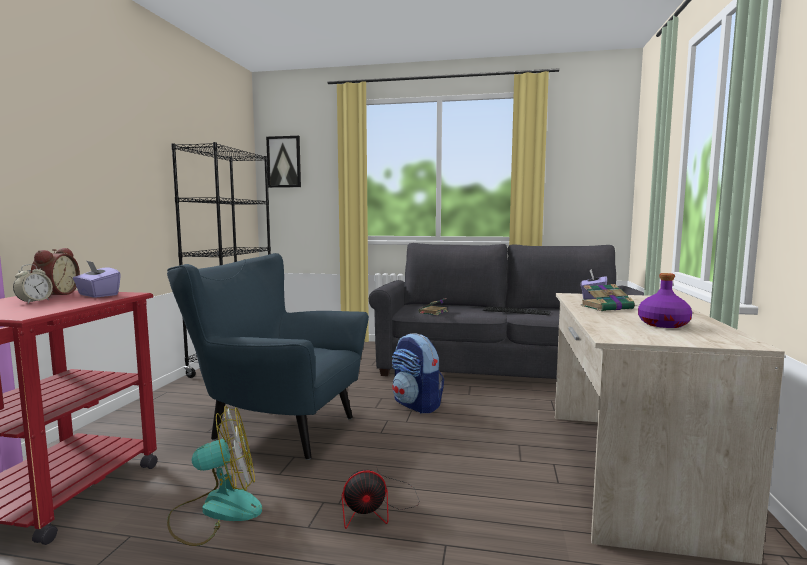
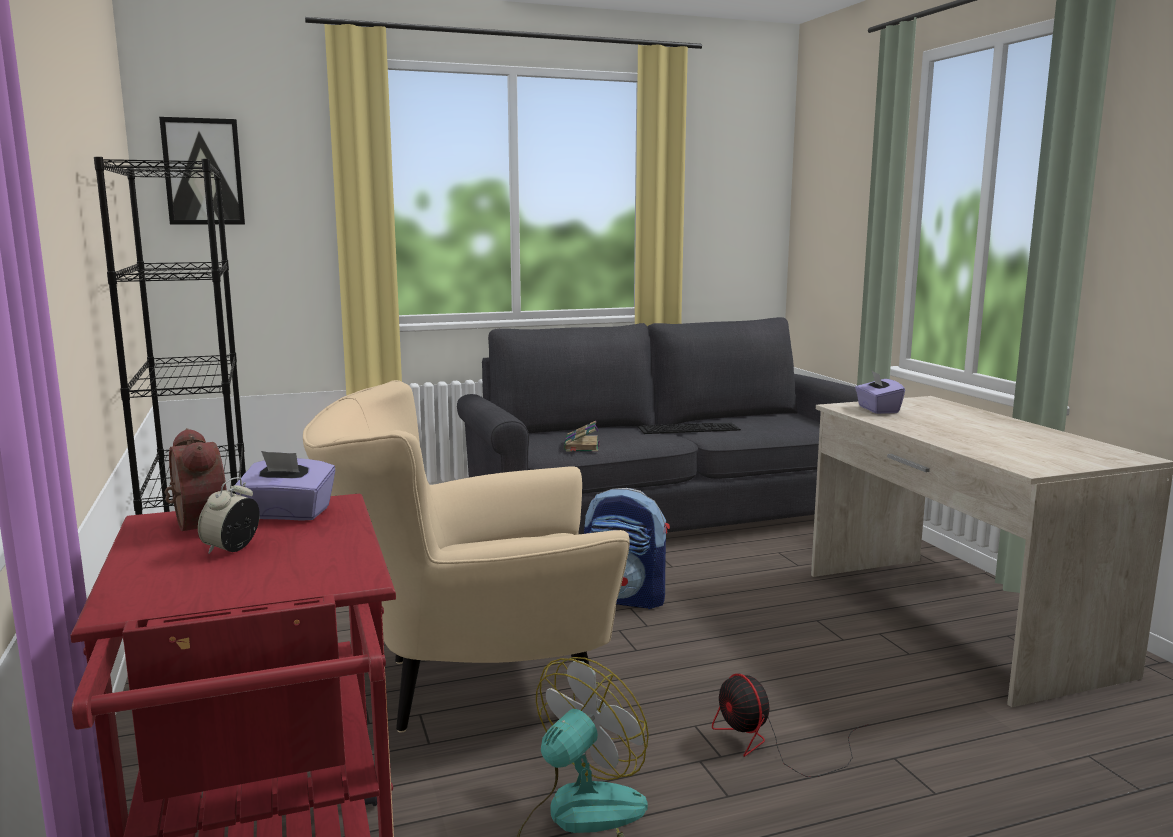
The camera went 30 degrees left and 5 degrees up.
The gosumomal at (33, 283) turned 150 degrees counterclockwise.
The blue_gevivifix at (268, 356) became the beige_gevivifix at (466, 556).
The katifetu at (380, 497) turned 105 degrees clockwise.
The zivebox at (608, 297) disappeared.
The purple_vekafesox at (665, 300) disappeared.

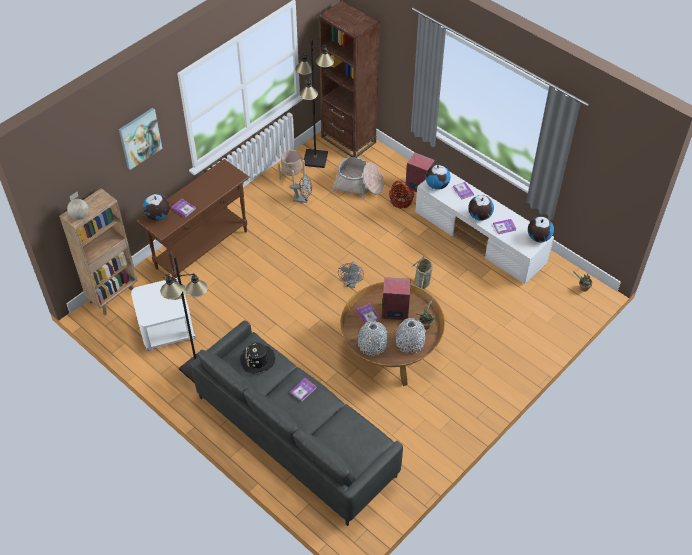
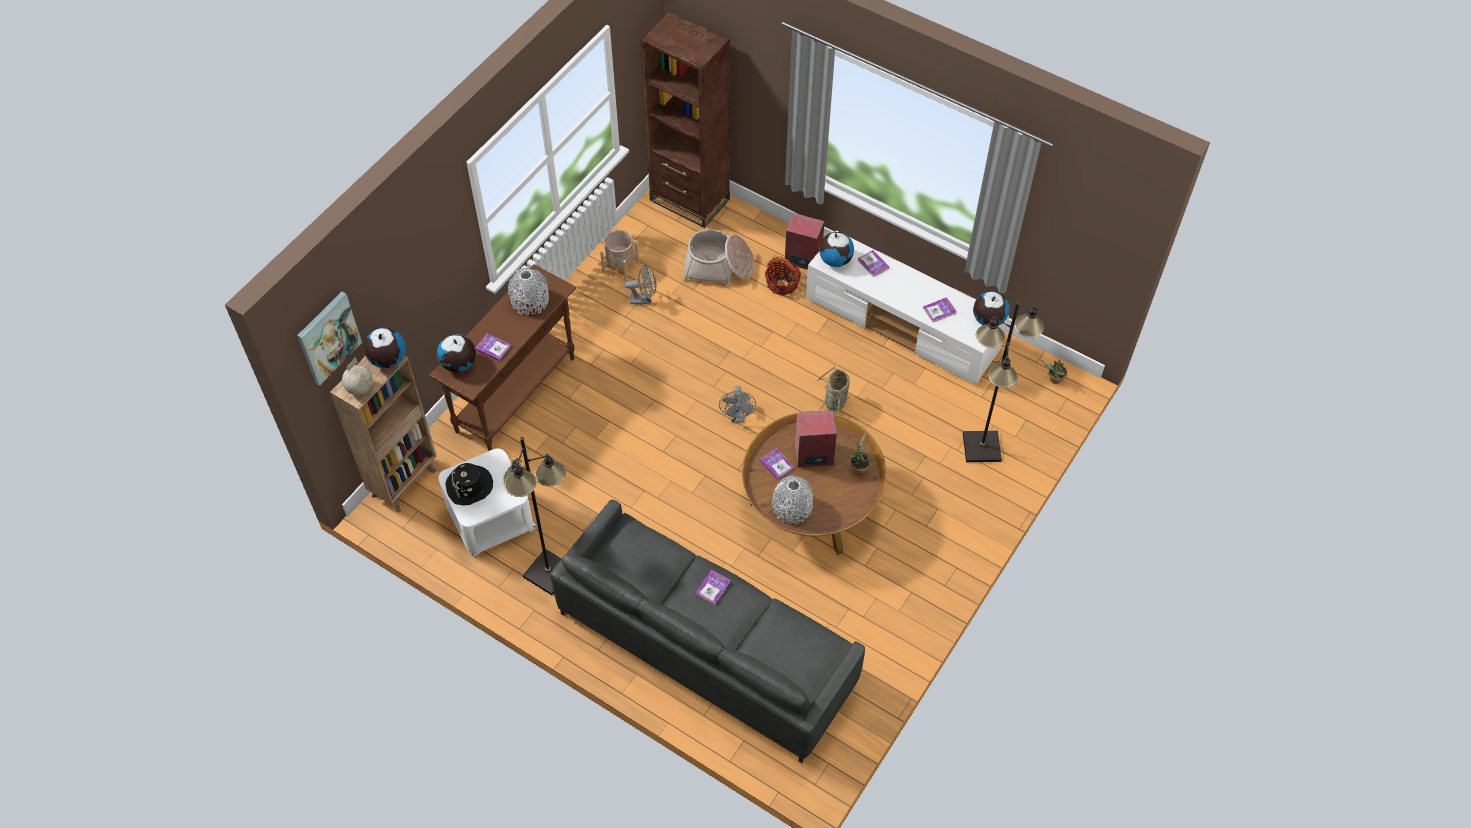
The camera went 10 degrees left and 5 degrees up.
The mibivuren moved from (140, 139) to (329, 339).
The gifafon moved from (481, 208) to (385, 348).
The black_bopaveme moved from (258, 357) to (469, 484).
The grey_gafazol moved from (411, 336) to (528, 291).
The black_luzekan moved from (314, 103) to (1003, 382).

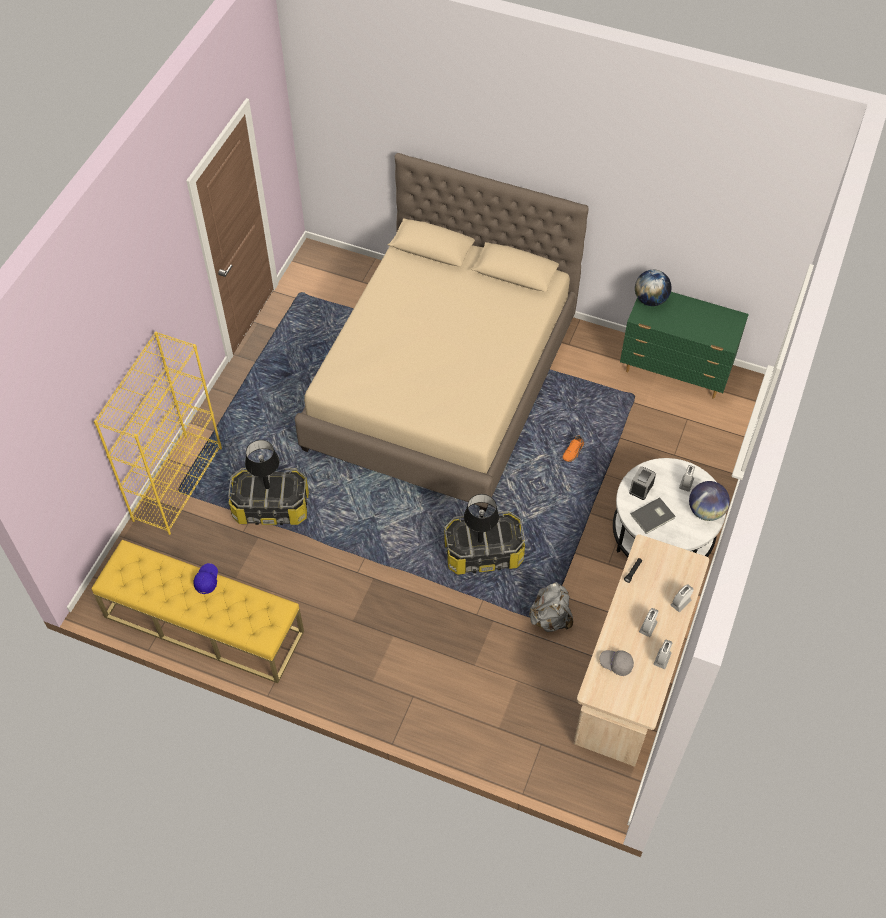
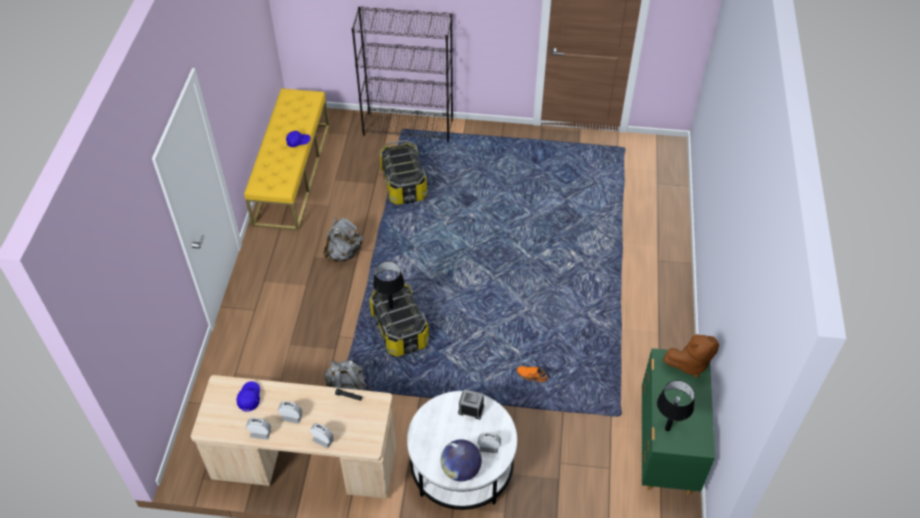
The camera went 75 degrees right and 5 degrees down.
The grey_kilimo at (617, 663) became the blue_kilimo at (248, 396).
The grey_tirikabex at (343, 239) appeared.
The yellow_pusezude at (158, 433) became the black_pusezude at (402, 74).
The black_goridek moved from (262, 464) to (676, 405).
The gifafon at (653, 288) was replaced by the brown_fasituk at (691, 356).
The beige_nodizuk at (442, 332) disappeared.
The grey_zivebox at (653, 516) disappeared.

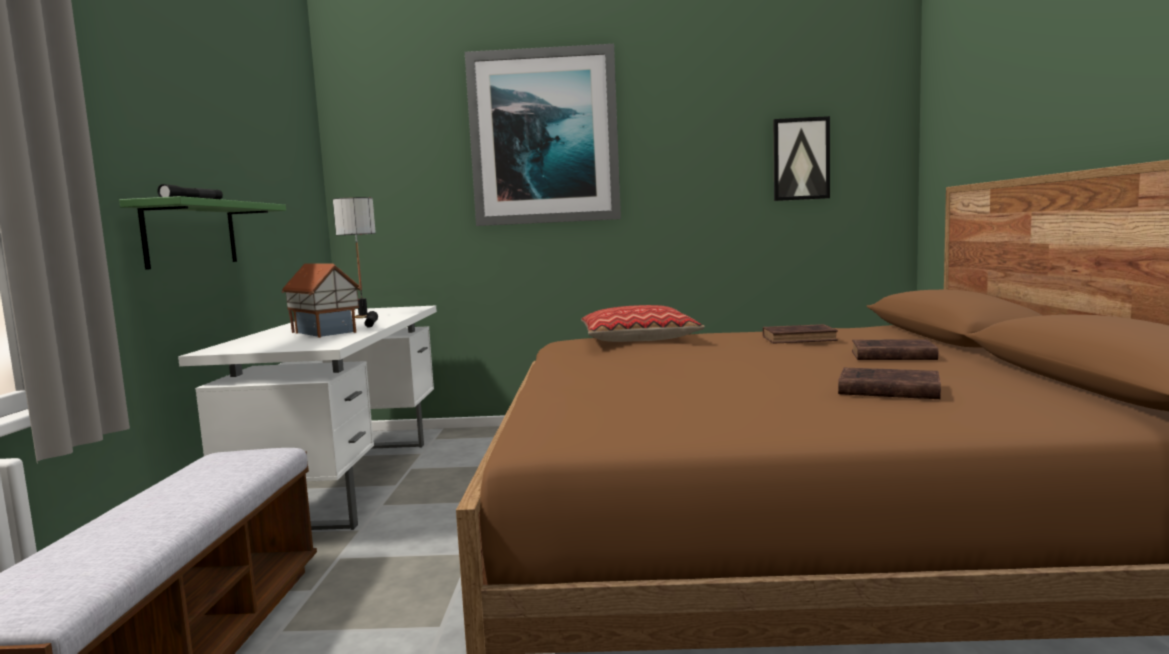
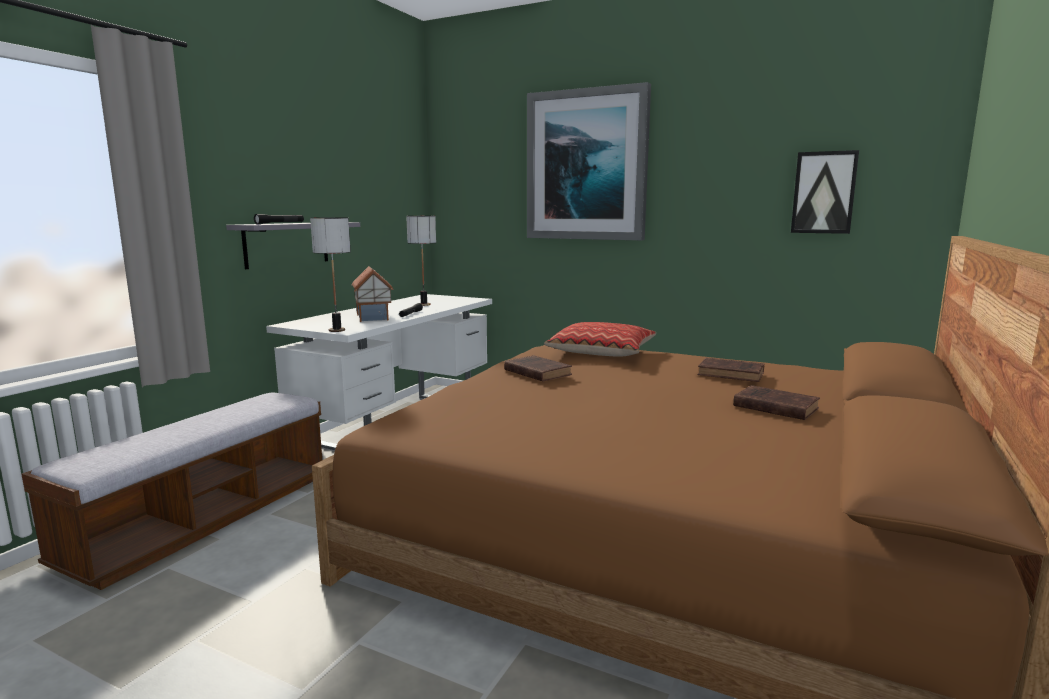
The camera went 25 degrees right and 5 degrees up.
The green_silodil at (202, 233) became the grey_silodil at (293, 245).
The goridek at (330, 274) appeared.
The brown_zivebox moved from (889, 383) to (538, 368).

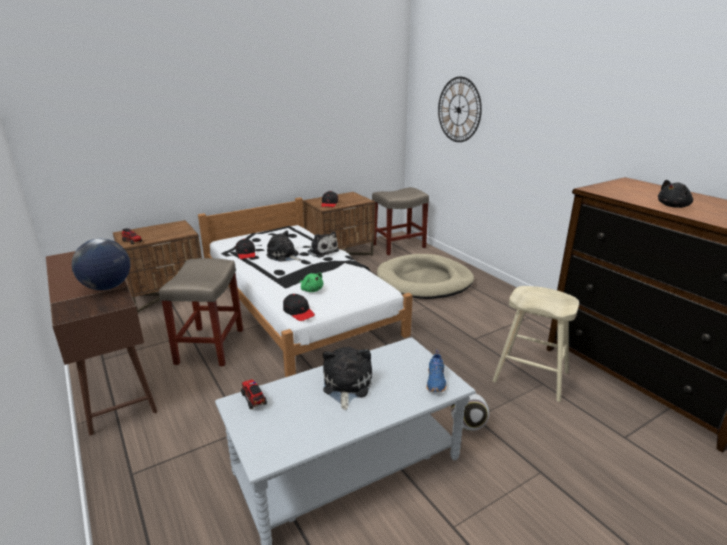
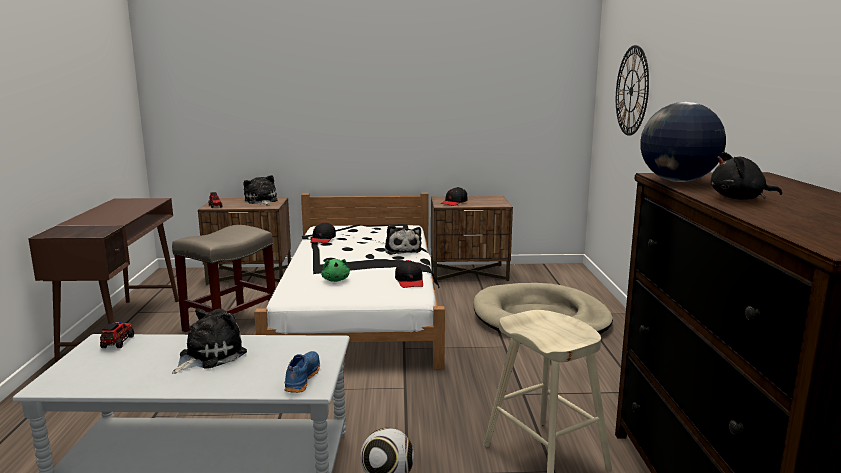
The camera went 30 degrees right and 10 degrees down.
The fasituk moved from (284, 246) to (260, 190).
The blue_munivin at (436, 371) turned 150 degrees clockwise.
The black_kilimo moved from (299, 307) to (409, 274).
The gifafon moved from (101, 264) to (683, 142).
The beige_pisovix at (400, 221) disappeared.

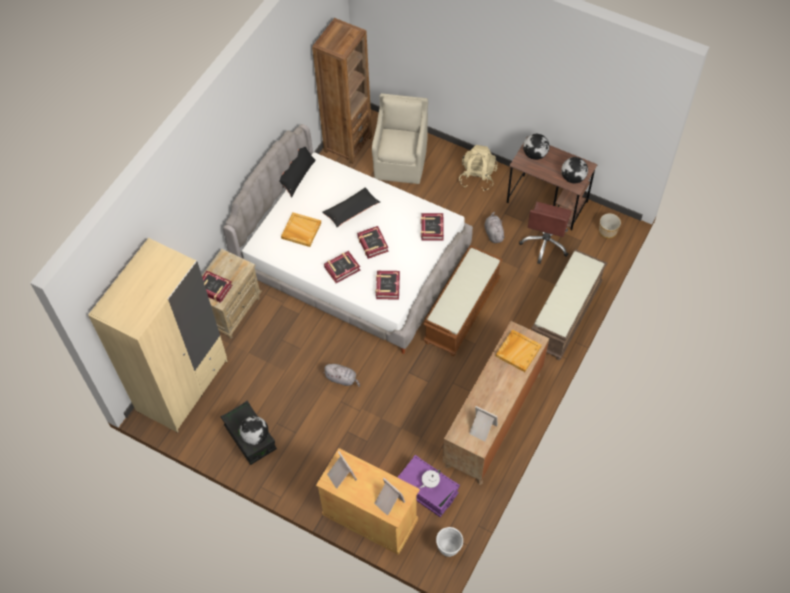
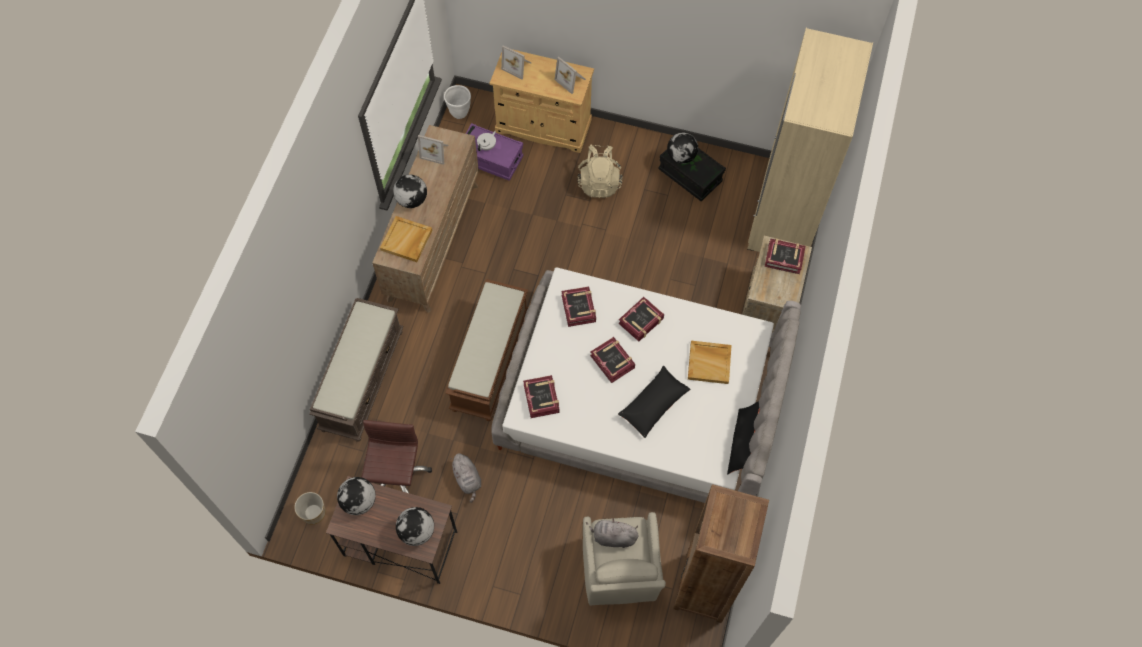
The camera went 165 degrees right and 5 degrees up.
The gifafon at (410, 191) appeared.
The beige_tirikabex moved from (478, 168) to (600, 171).
The grey_fasituk moved from (341, 375) to (612, 533).

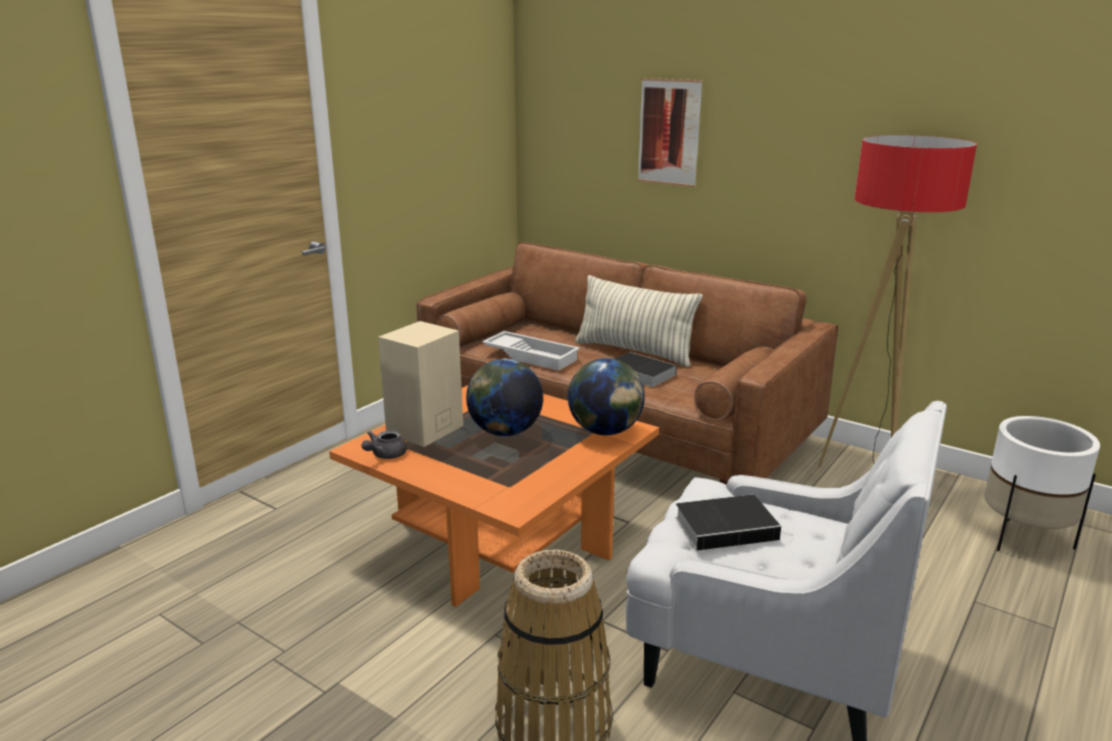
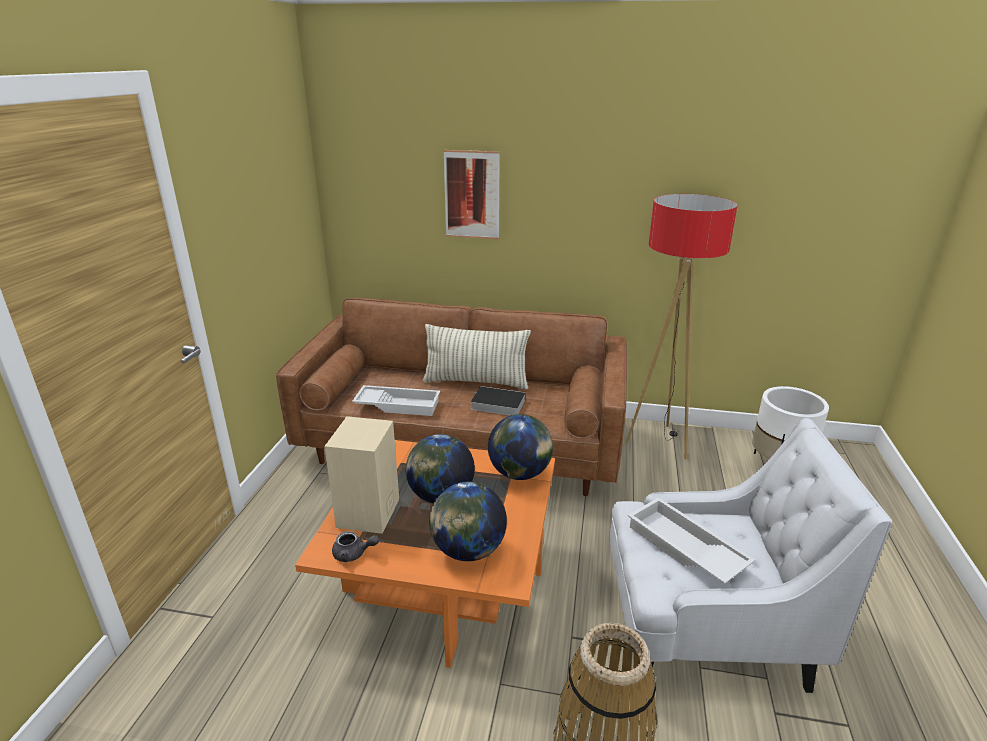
The camera went 25 degrees left and 5 degrees up.
The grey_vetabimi at (384, 444) turned 90 degrees counterclockwise.
The gifafon at (468, 521) appeared.
The zivebox at (734, 523) was replaced by the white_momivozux at (691, 541).

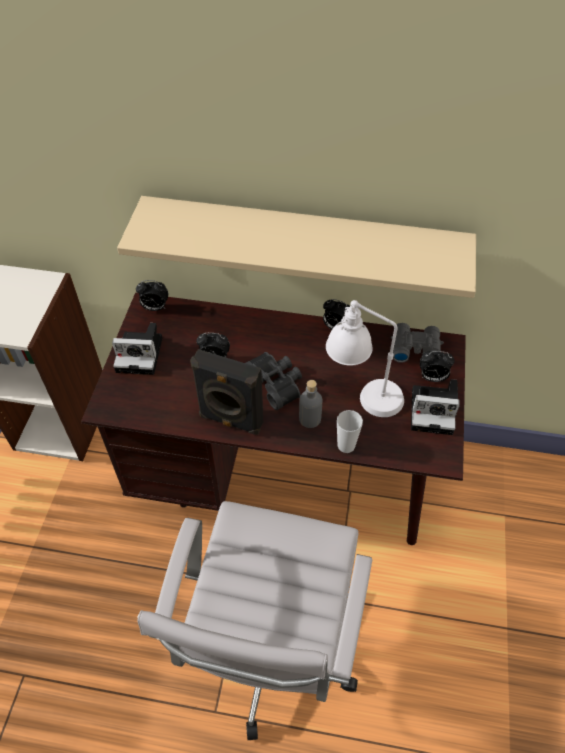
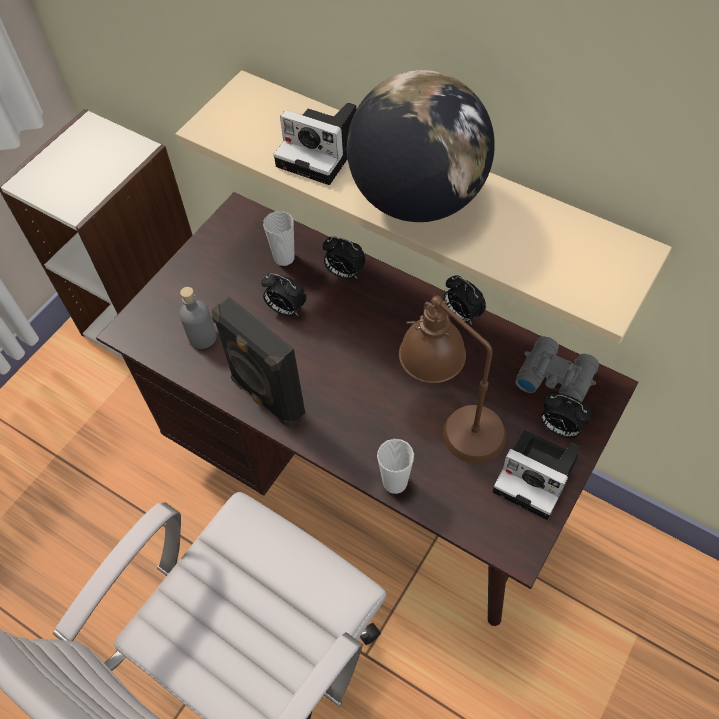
The camera went 25 degrees right and 5 degrees up.
The grey_vekafesox moved from (310, 404) to (198, 318).
The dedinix at (279, 238) appeared.
The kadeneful moved from (137, 349) to (315, 144).
The gosumomal moved from (152, 295) to (344, 257).
The gifafon at (421, 146) appeared.
The white_goridek at (365, 358) became the brown_goridek at (452, 379).
The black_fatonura at (274, 381) disappeared.

